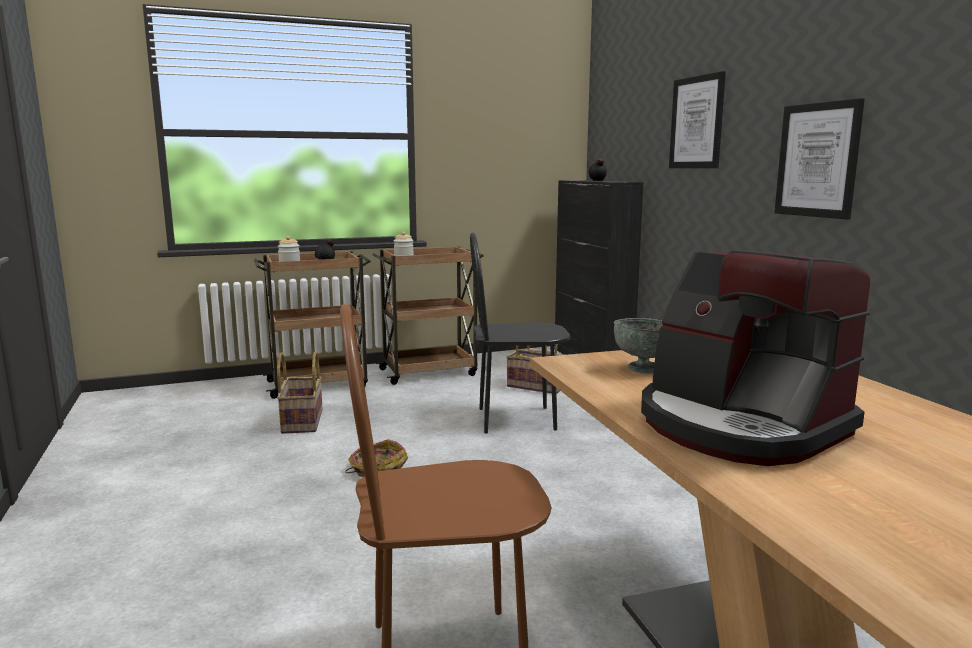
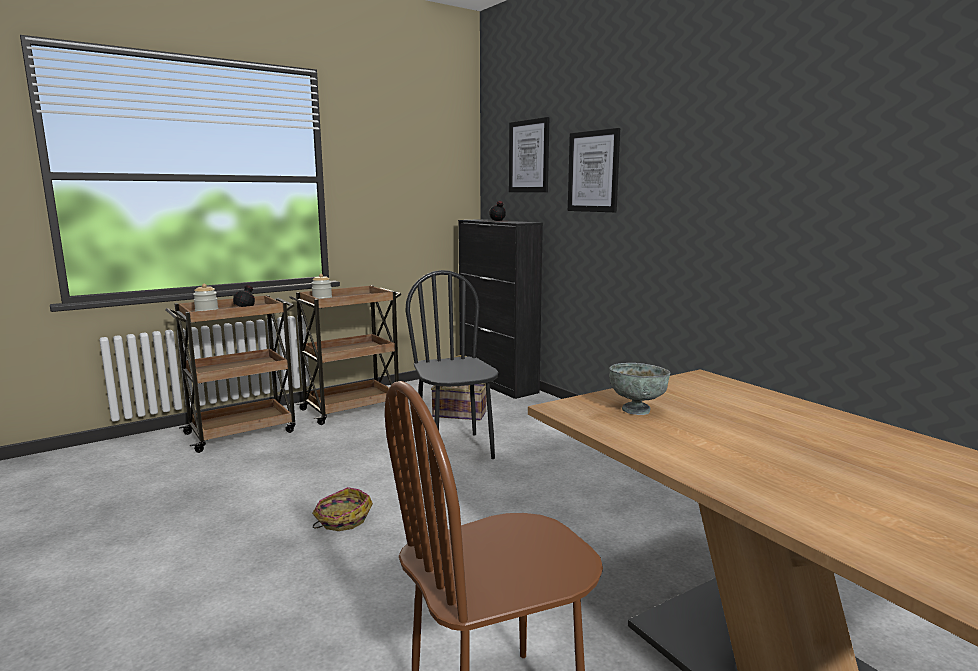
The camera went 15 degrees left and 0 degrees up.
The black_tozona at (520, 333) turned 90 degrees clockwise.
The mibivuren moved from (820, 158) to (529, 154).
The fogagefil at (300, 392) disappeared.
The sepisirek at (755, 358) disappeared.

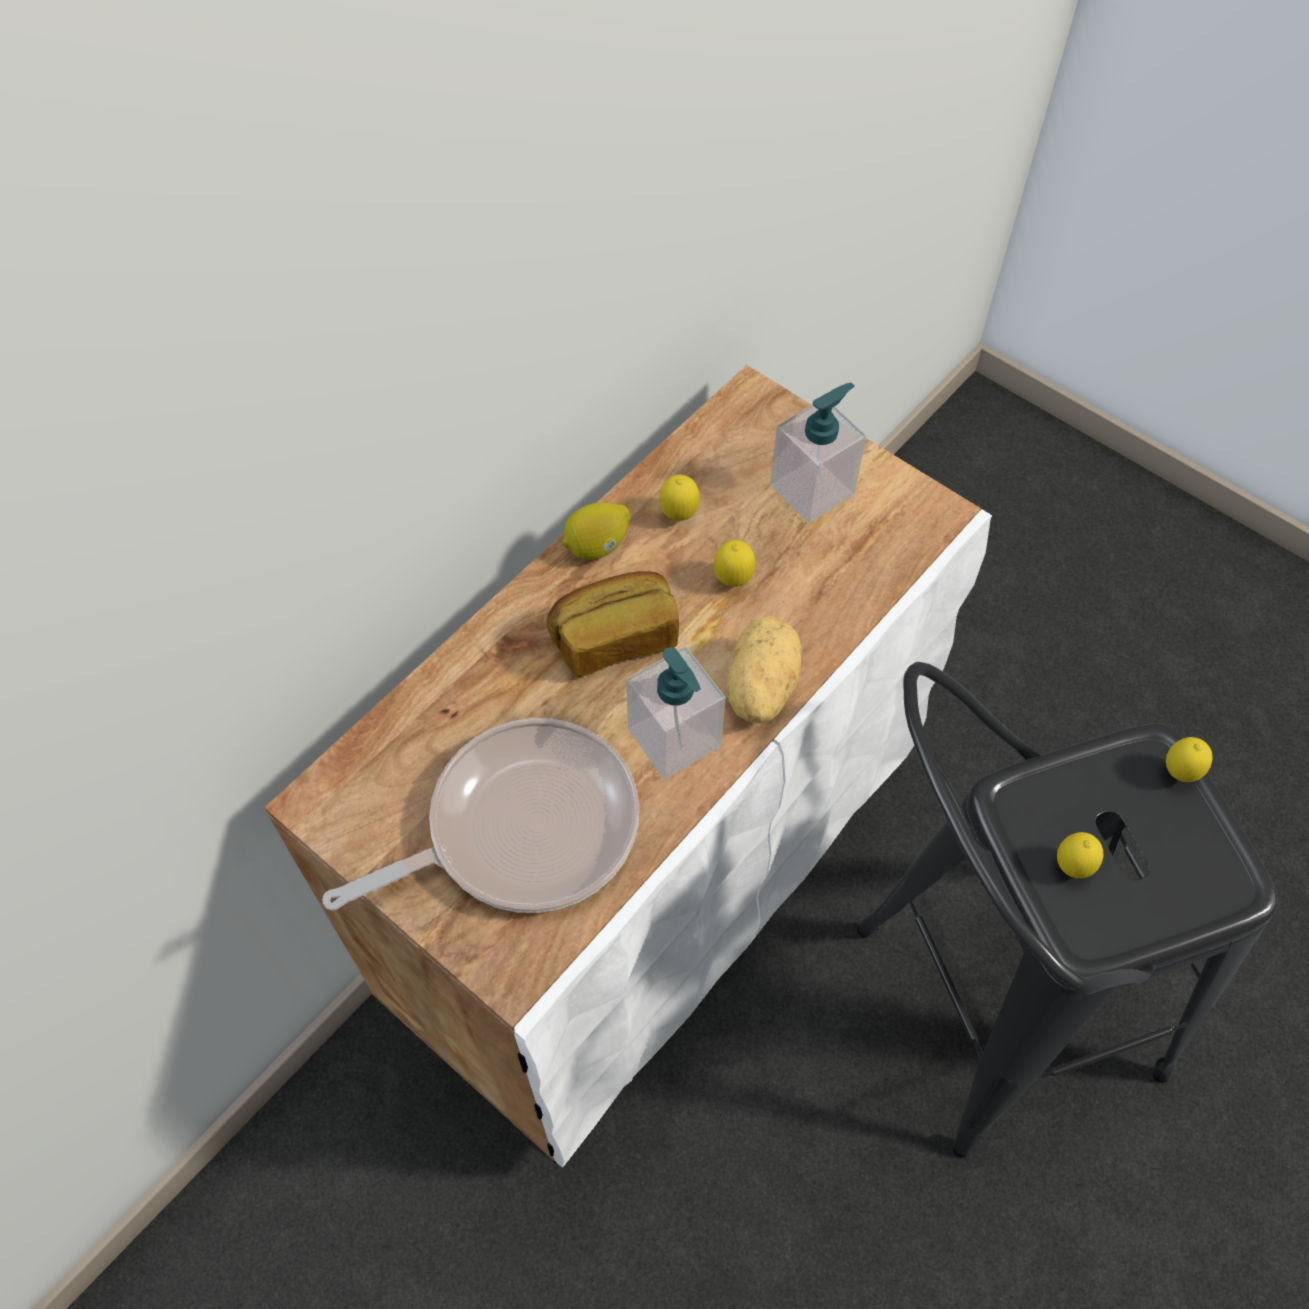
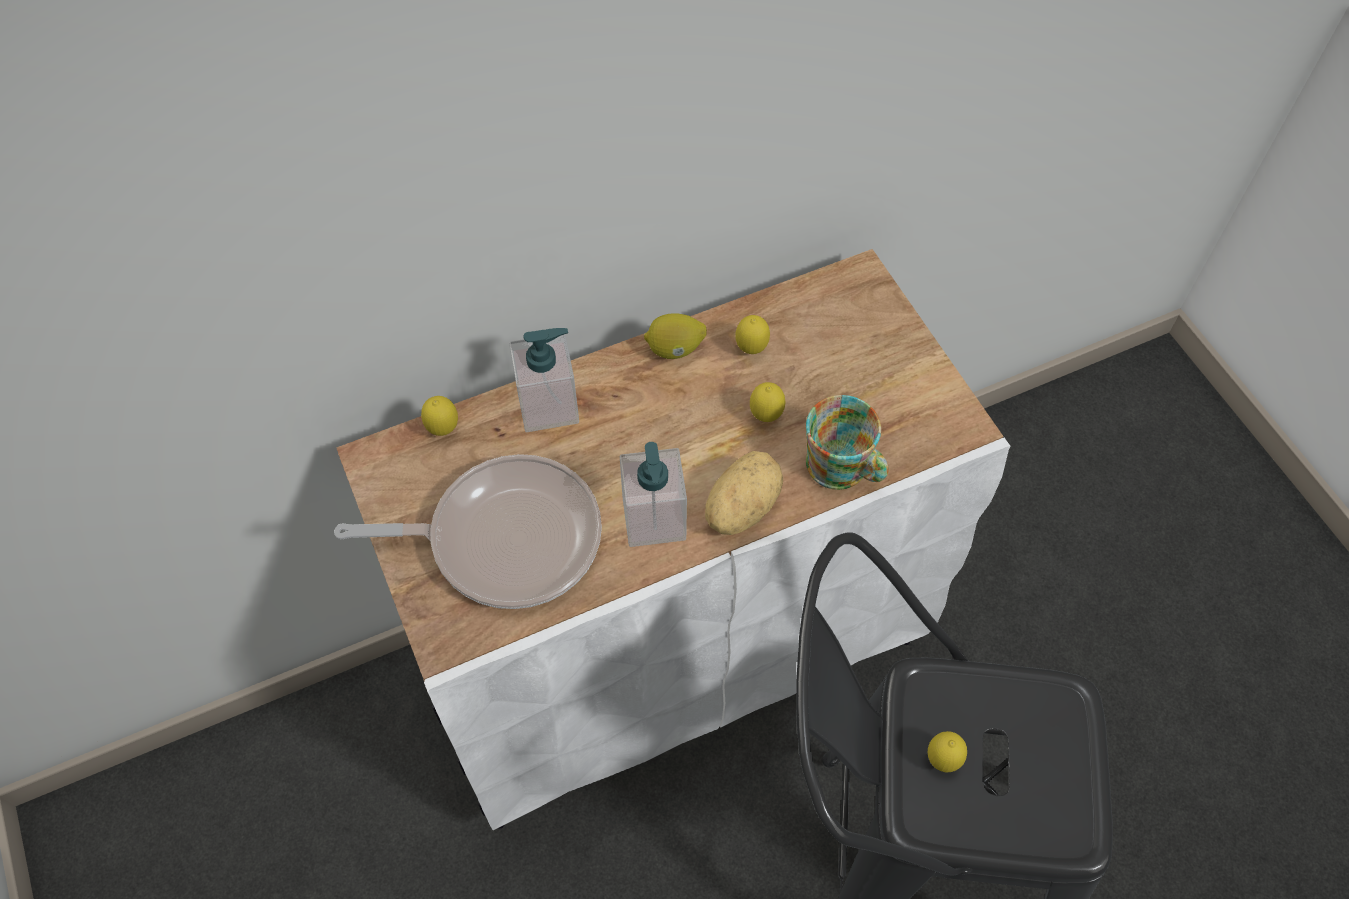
The camera went 25 degrees right and 0 degrees up.
The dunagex moved from (1189, 759) to (439, 416).
The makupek moved from (818, 452) to (544, 380).
The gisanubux at (847, 442) appeared.
The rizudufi at (613, 624) disappeared.

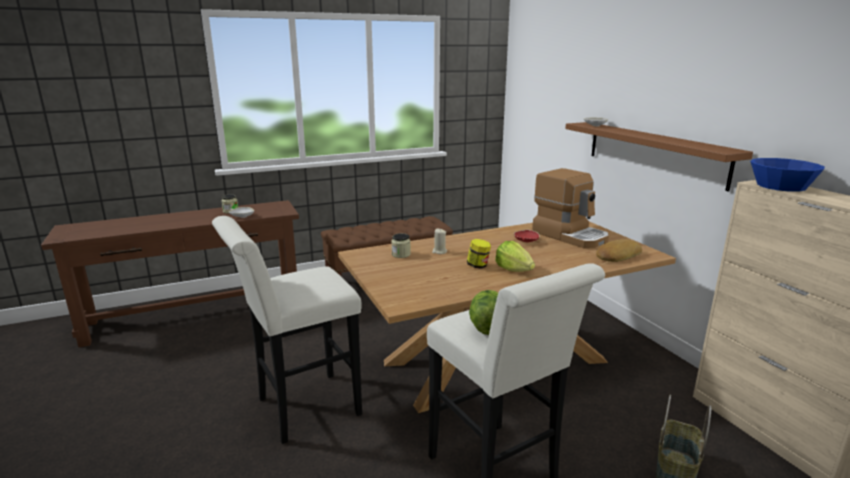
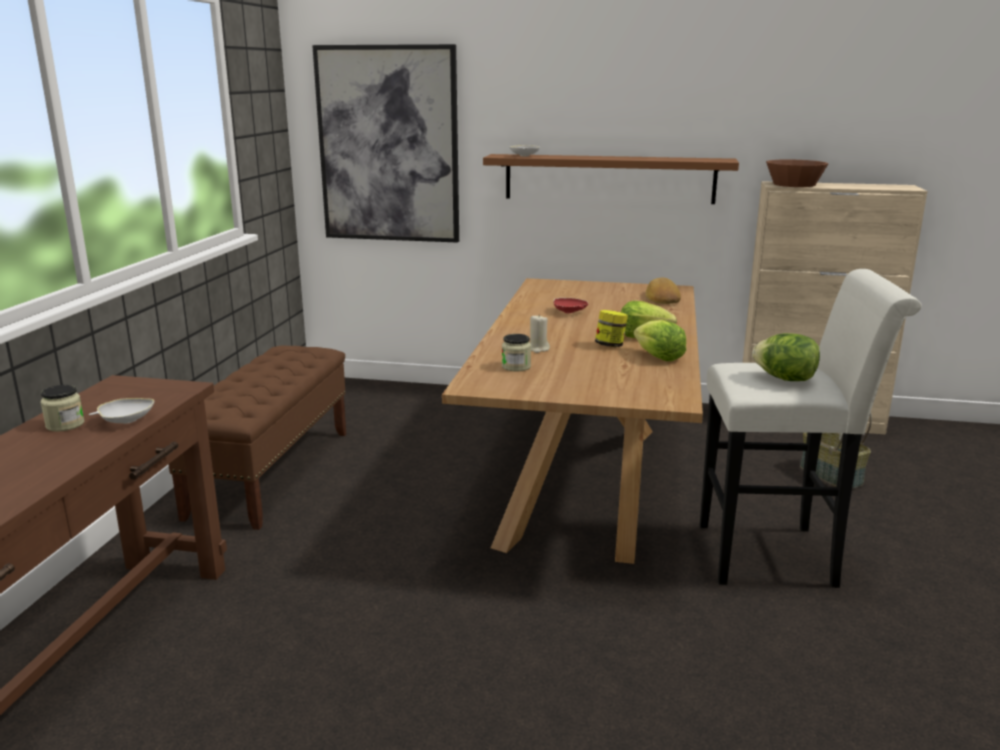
The camera went 55 degrees left and 0 degrees up.
The mibivuren at (385, 143) appeared.
The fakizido at (660, 340) appeared.
The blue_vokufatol at (787, 175) became the brown_vokufatol at (797, 173).
The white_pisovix at (287, 330) disappeared.
The sepisirek at (570, 208) disappeared.

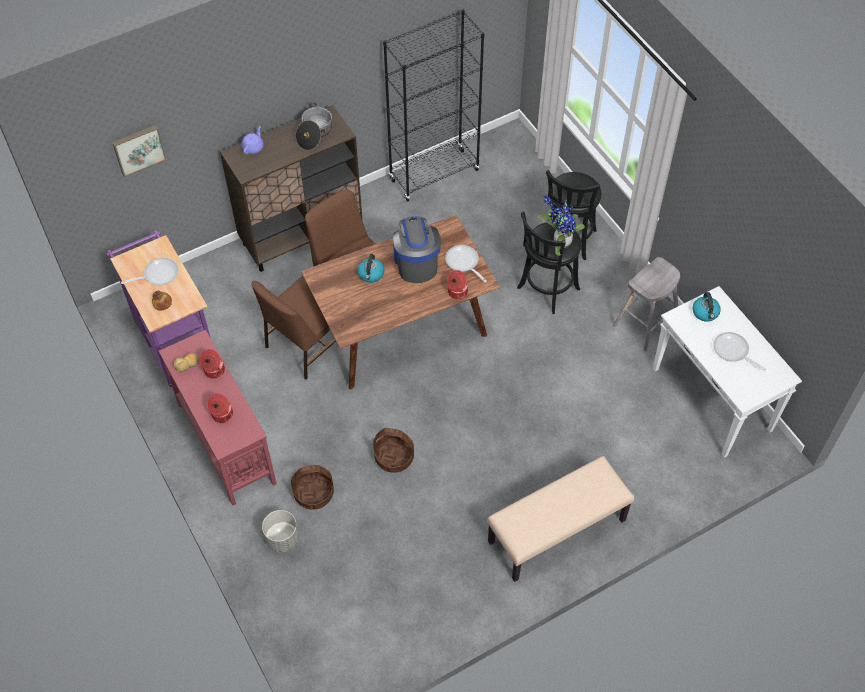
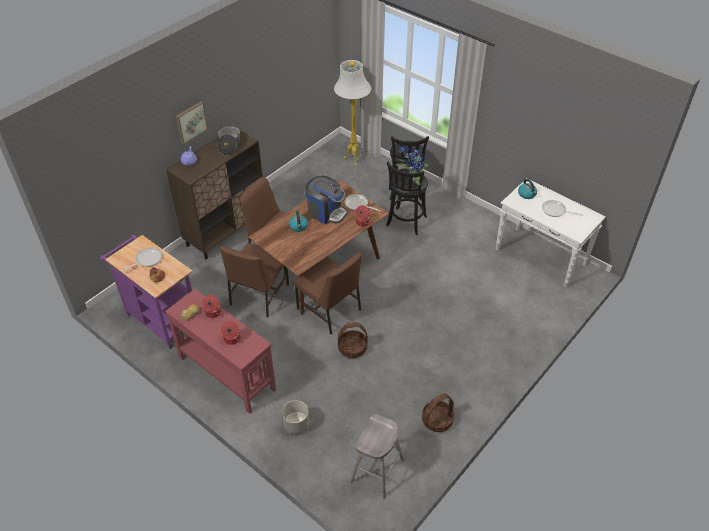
The camera went 20 degrees left and 10 degrees down.
The mibivuren moved from (139, 151) to (192, 122).
The brown_tozona at (328, 293) appeared.
The sepisirek at (417, 249) turned 150 degrees clockwise.
The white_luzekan at (352, 113) appeared.
The grey_pisovix moved from (646, 304) to (377, 456).
The fogagefil moved from (312, 487) to (438, 412).
The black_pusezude at (433, 105) disappeared.
The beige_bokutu at (561, 519) disappeared.

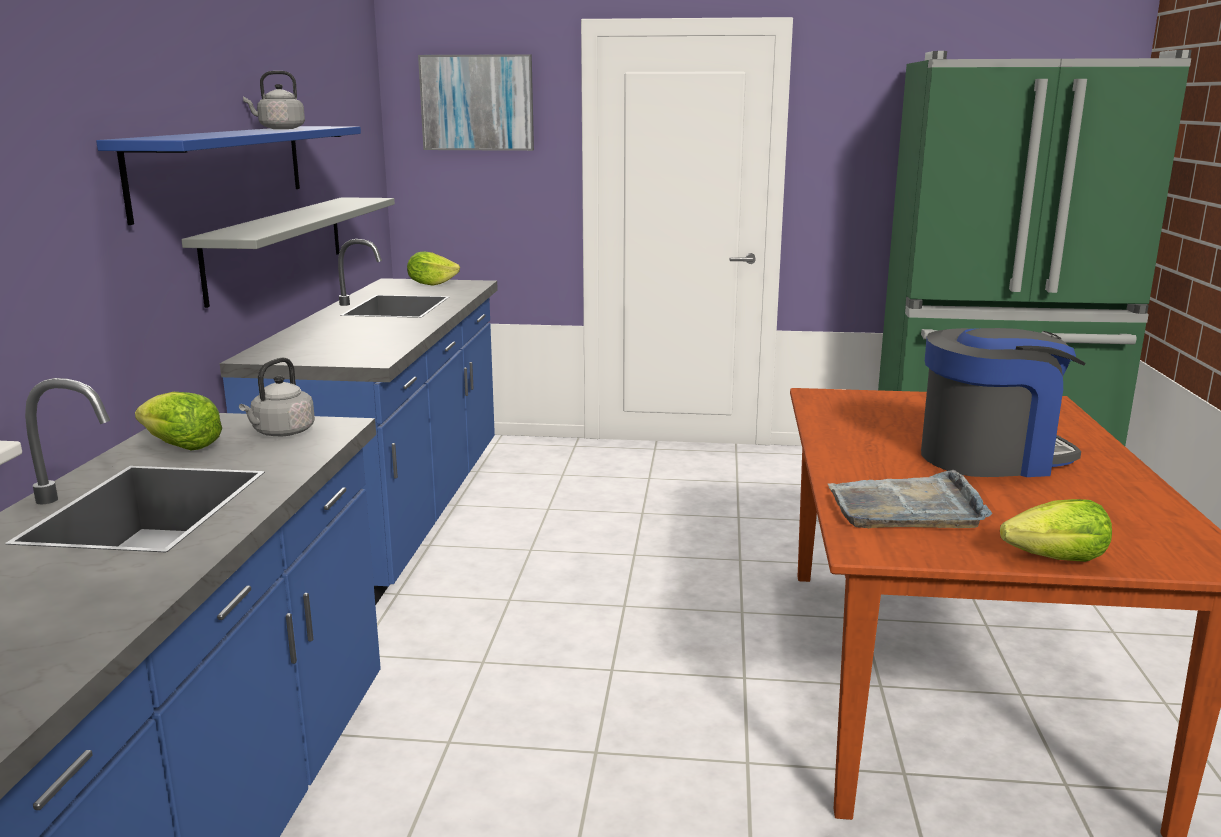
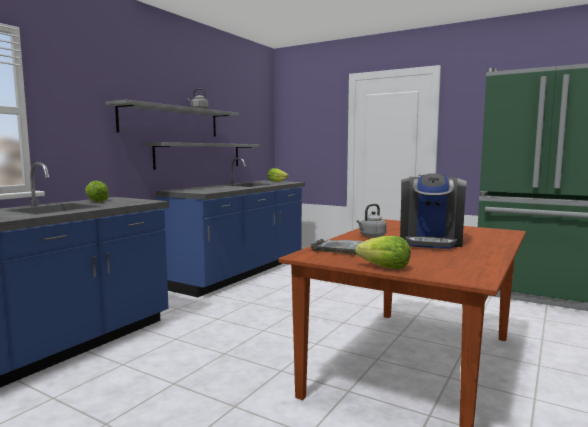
The camera went 25 degrees right and 10 degrees down.
The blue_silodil at (228, 175) became the grey_silodil at (172, 118).
The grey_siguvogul moved from (277, 397) to (372, 221).
The sepisirek at (1003, 402) turned 90 degrees clockwise.
The mibivuren at (476, 102) disappeared.

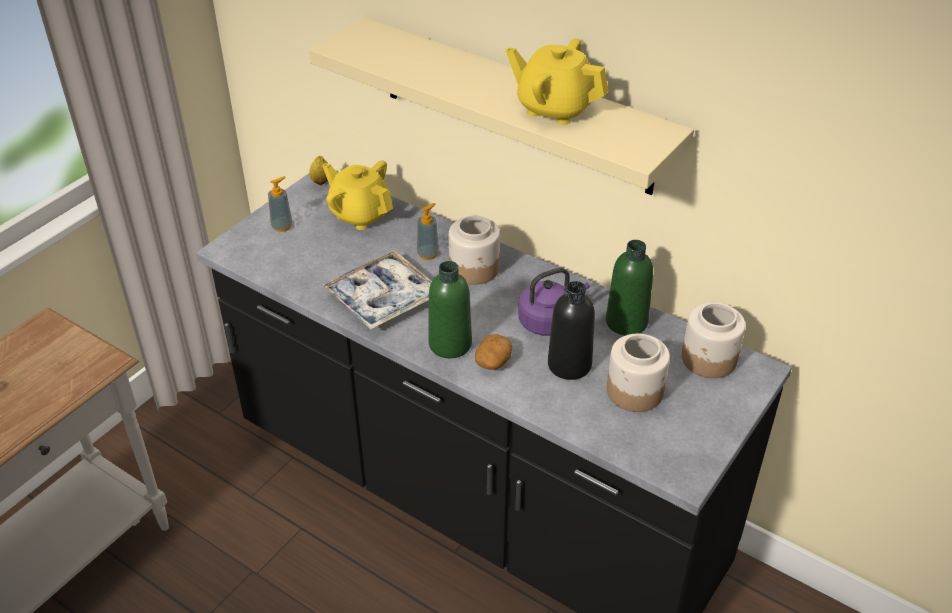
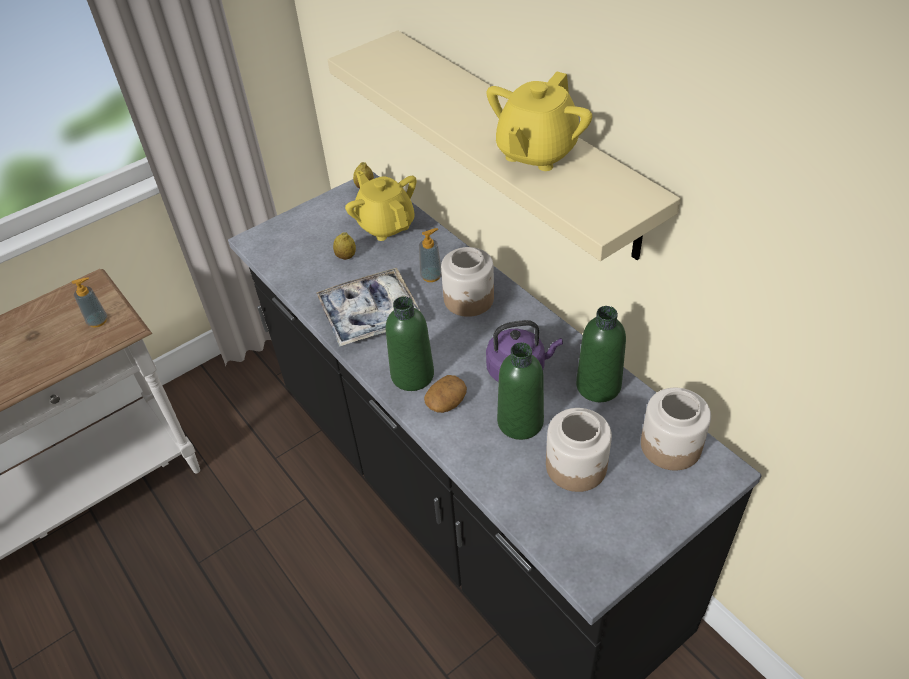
The camera went 20 degrees right and 5 degrees up.
The makupek moved from (280, 204) to (89, 302).
The dunagex at (344, 246) appeared.
The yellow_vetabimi at (557, 81) turned 105 degrees counterclockwise.
The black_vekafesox at (571, 330) became the green_vekafesox at (520, 391).

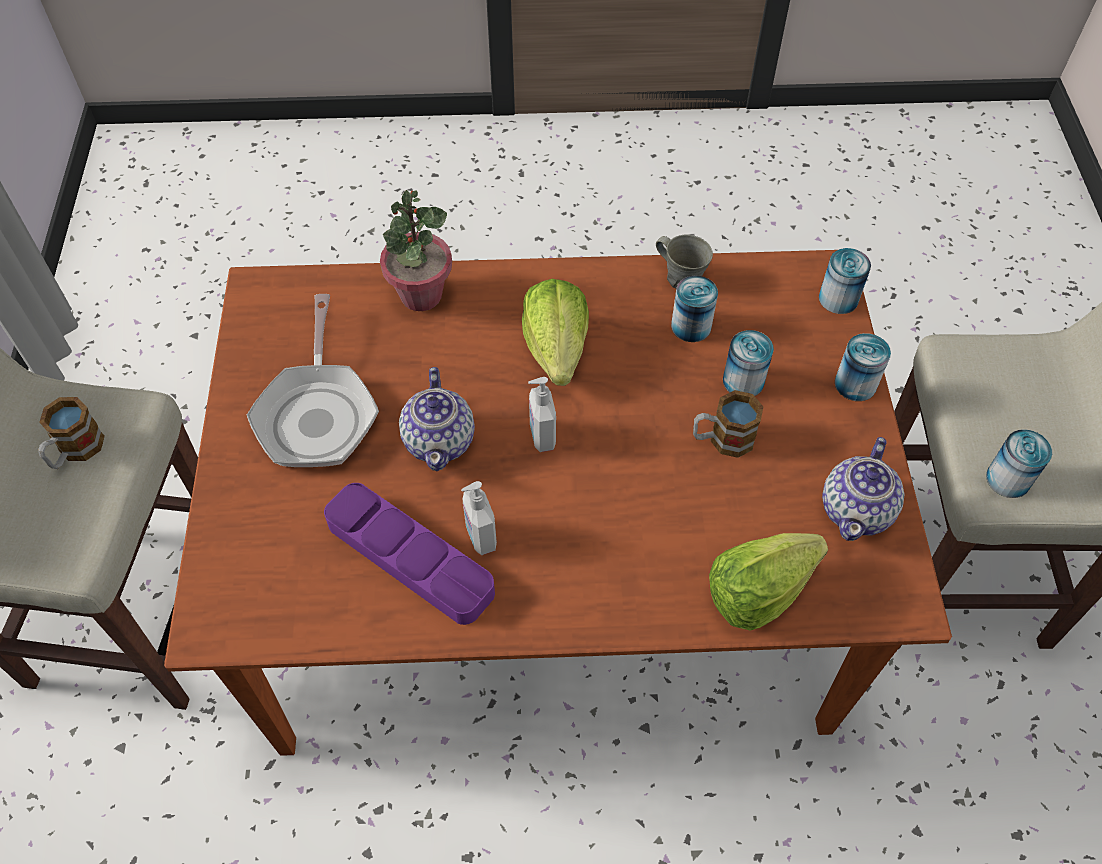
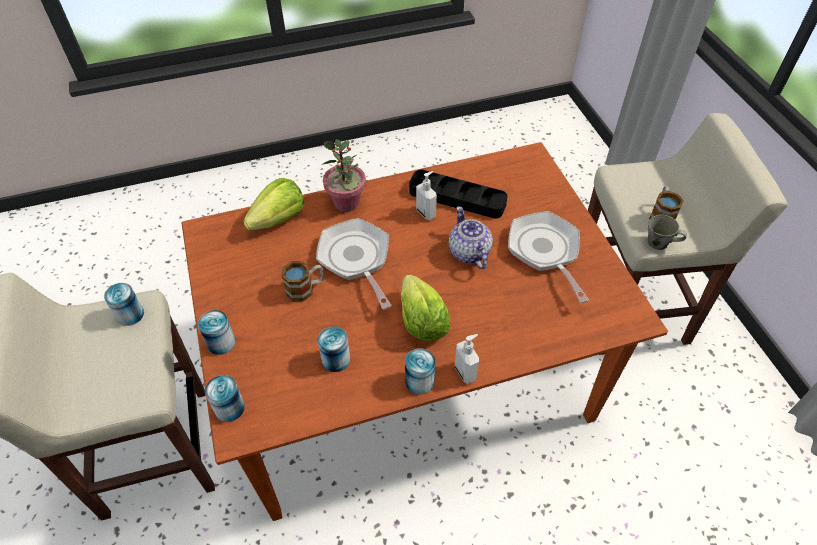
The camera went 165 degrees right and 5 degrees down.
The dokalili at (354, 263) appeared.
The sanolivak moved from (416, 250) to (344, 175).
The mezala moved from (748, 363) to (420, 371).
The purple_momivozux at (409, 554) became the black_momivozux at (458, 194).
The makupek moved from (542, 414) to (467, 359).
The grey_gisanubux moved from (684, 261) to (667, 232).
The vetabimi at (863, 489) disappeared.

